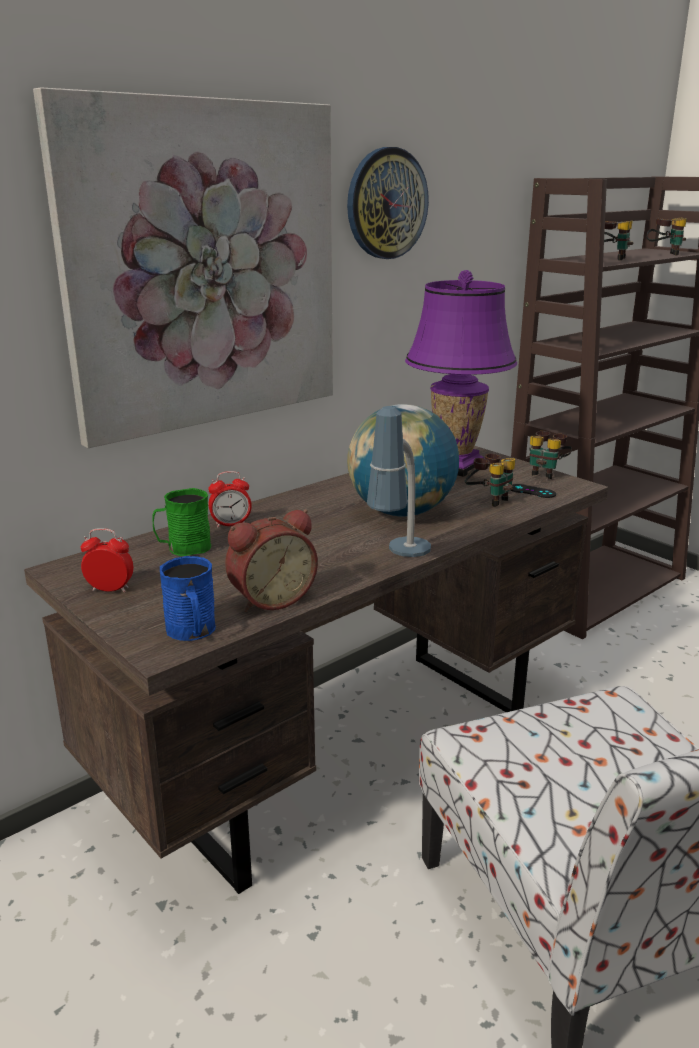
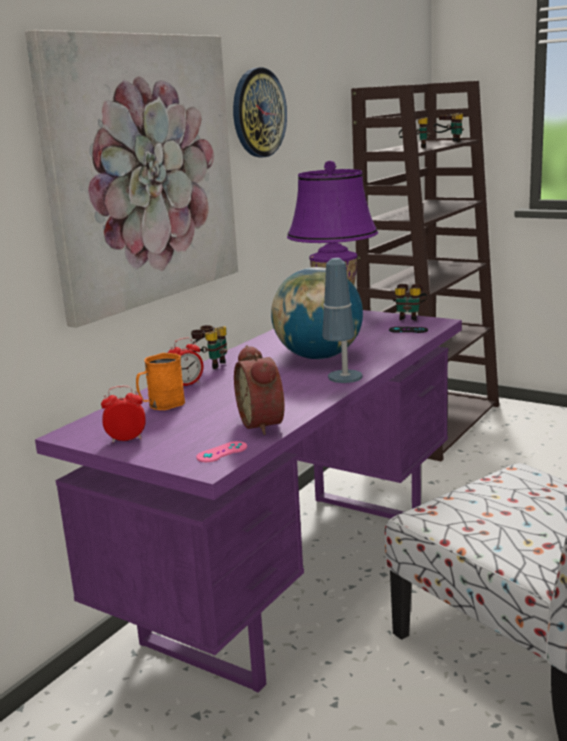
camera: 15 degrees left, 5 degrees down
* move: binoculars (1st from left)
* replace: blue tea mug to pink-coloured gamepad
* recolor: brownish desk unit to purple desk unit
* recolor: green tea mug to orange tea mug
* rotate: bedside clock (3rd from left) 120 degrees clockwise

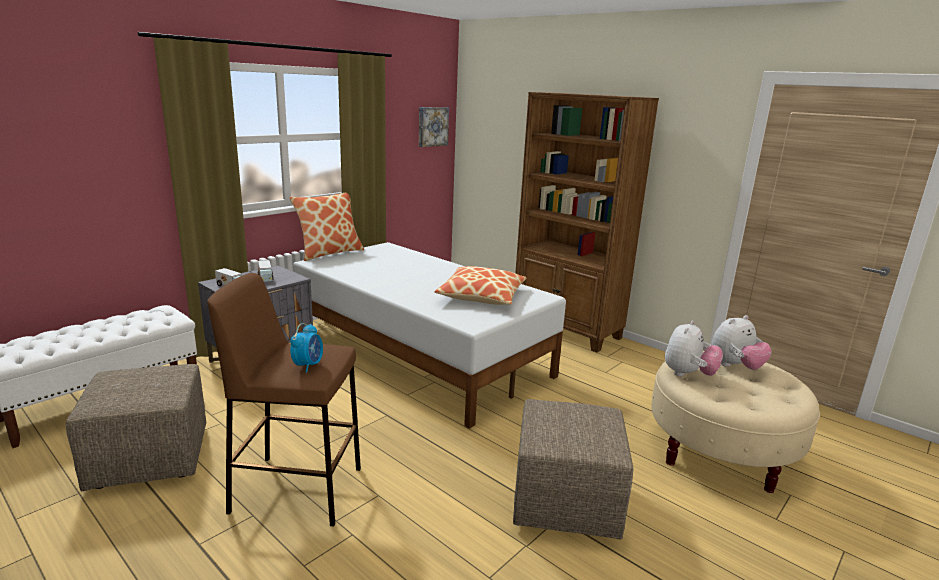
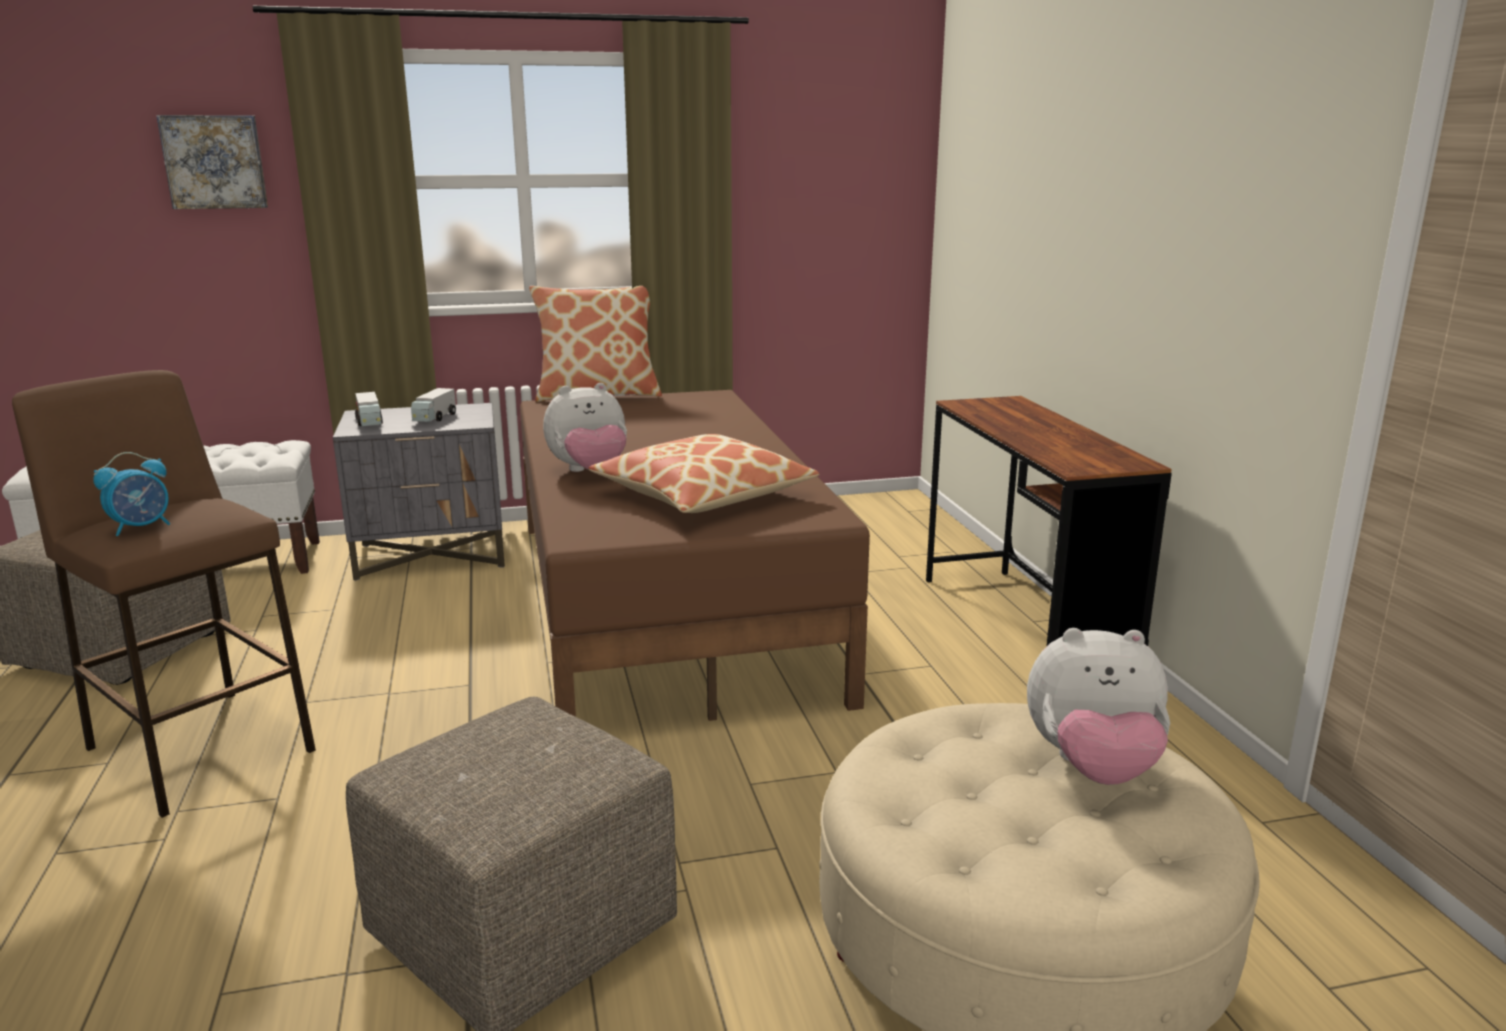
camera: 35 degrees right, 0 degrees up
* move: wall picture
* move: soft toy (1st from left)
* replace: brownish bookshelf to brownish desk unit
* recolor: white-coloured bedroom bed to brownish bedroom bed

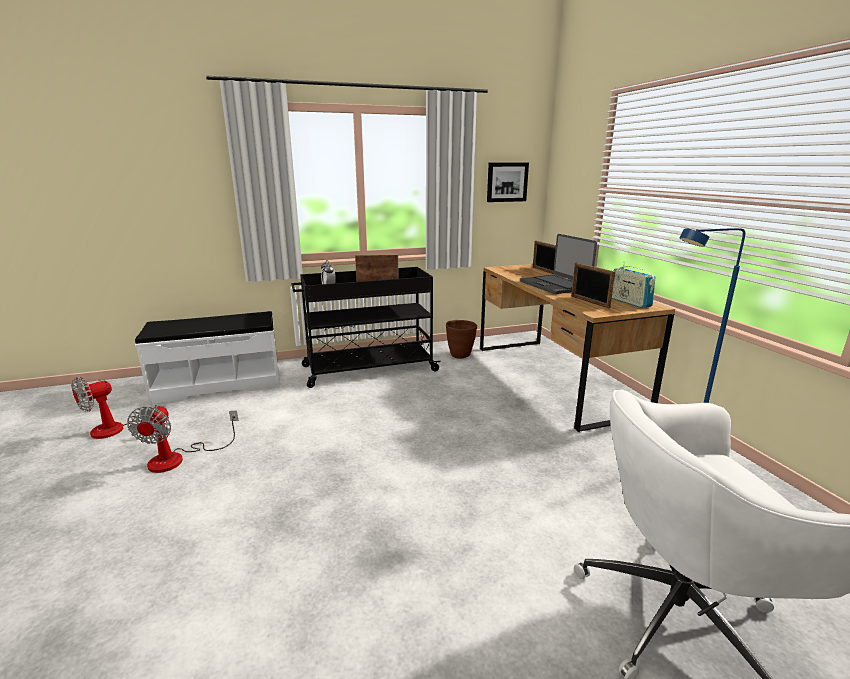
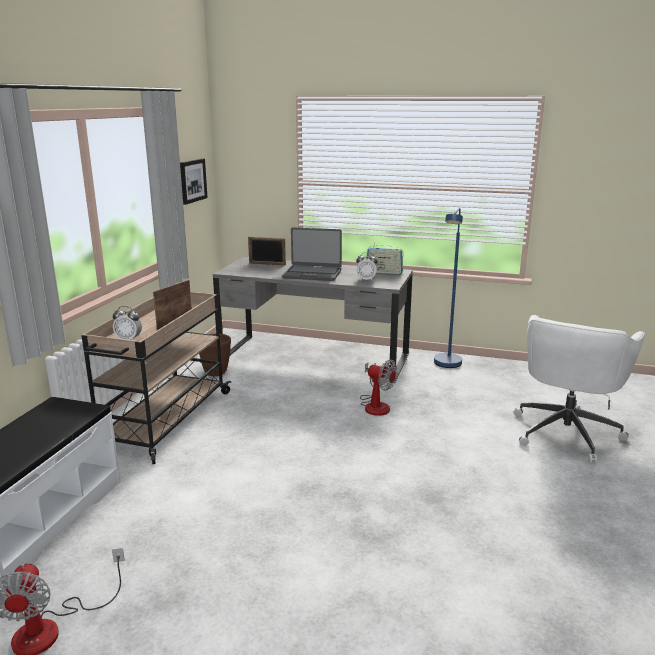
camera: 55 degrees left, 0 degrees up
* move: electric fan (2nd from left)
* replace: photo frame (3rd from left) to bedside clock (2nd from left)
* recolor: black-coloured cart to beige-coloured cart
* recolor: brownish desk unit to greyish desk unit

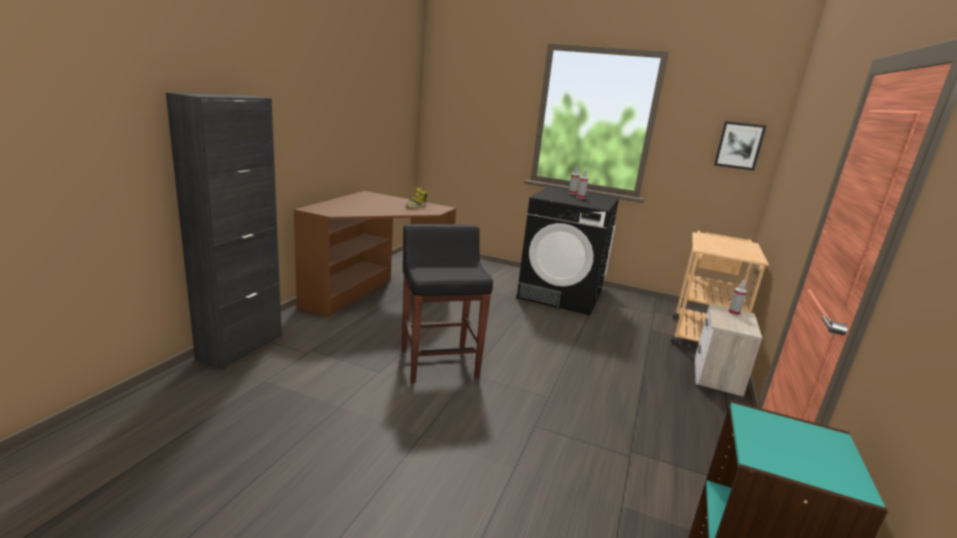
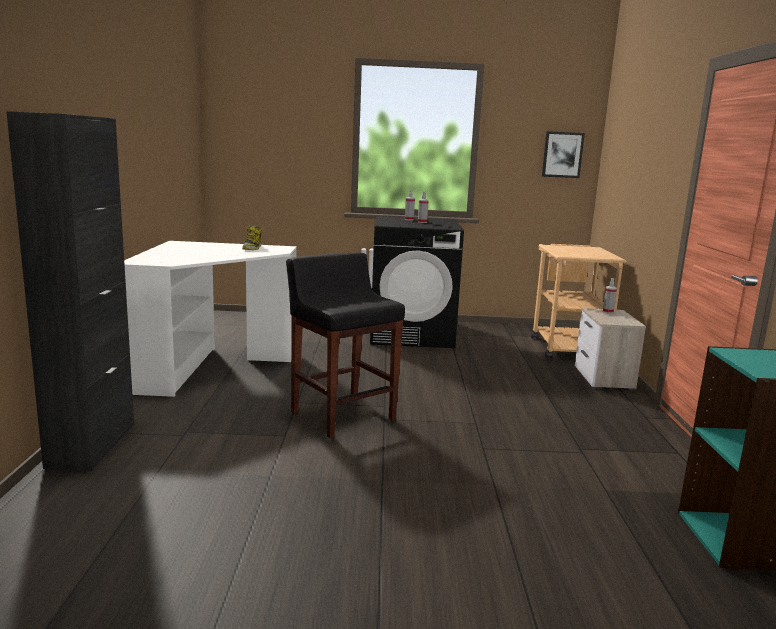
camera: 20 degrees left, 5 degrees down
* recolor: brownish desk unit to white-coloured desk unit

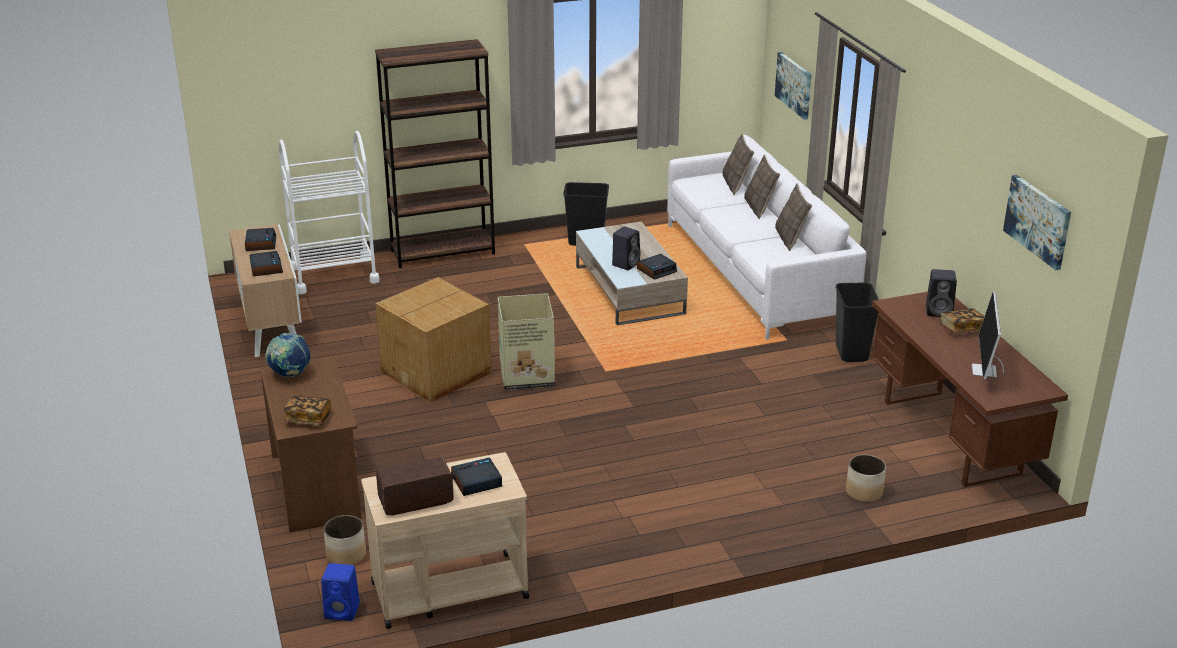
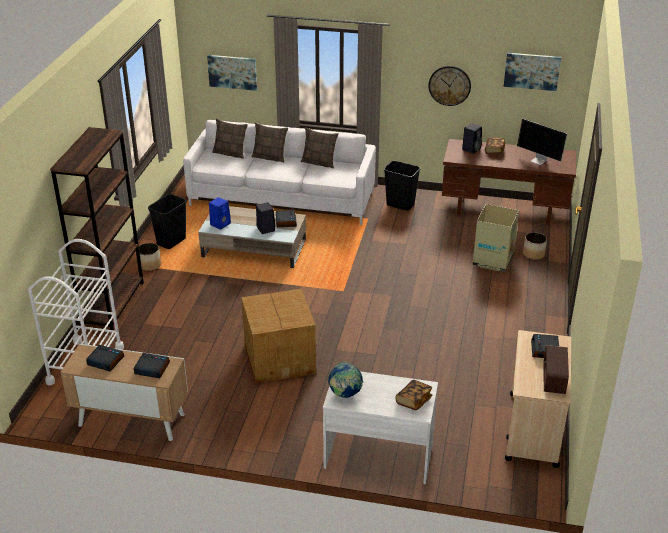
camera: 60 degrees left, 5 degrees up
* insert: hanging clock
* move: blue speaker
* move: flower pot (1st from left)
* move: cardboard box (2nd from left)
* recolor: brownish desk unit (1st from left) to white-coloured desk unit

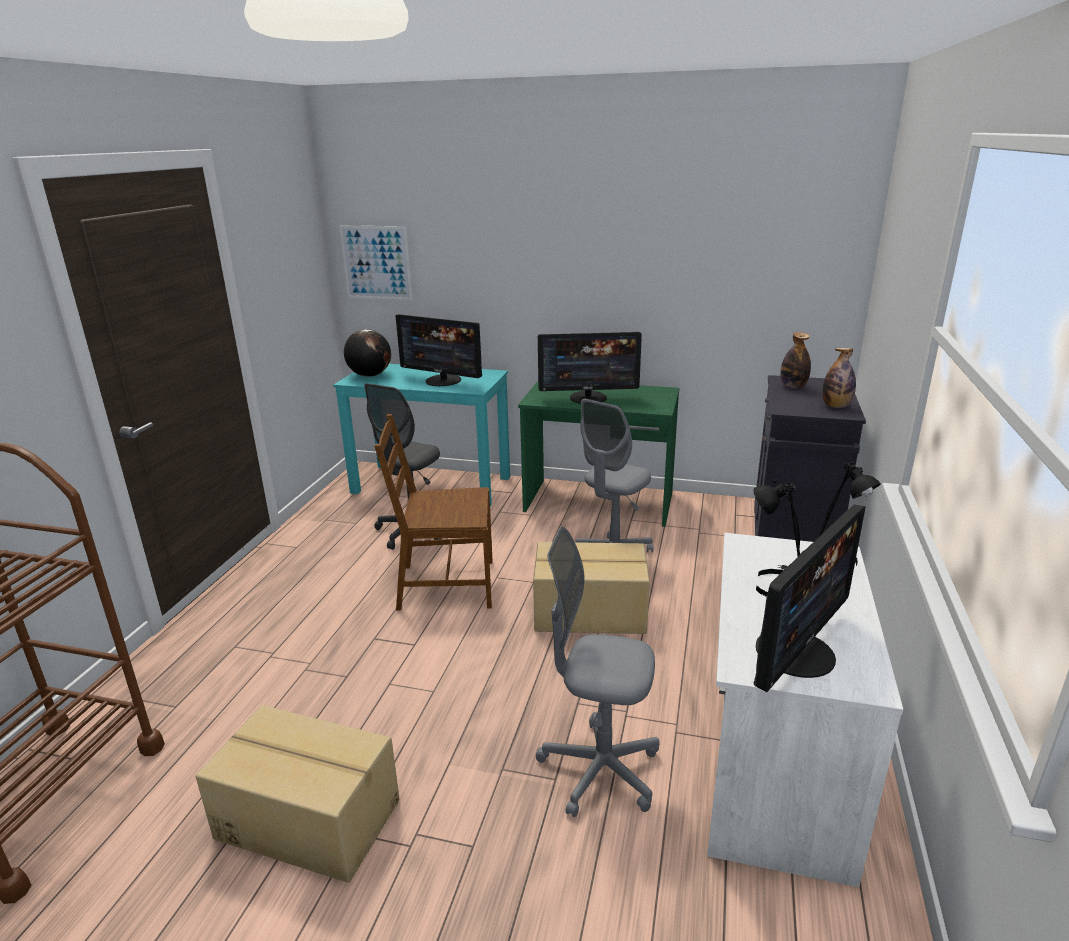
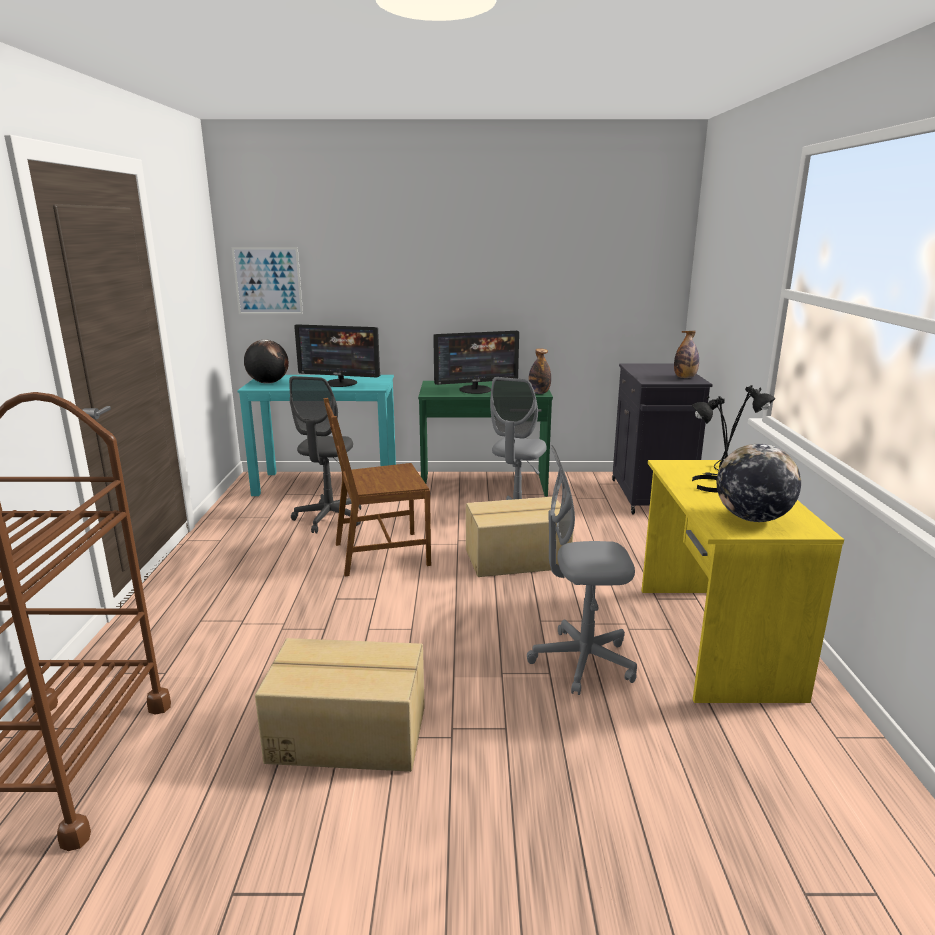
camera: 15 degrees left, 5 degrees down
* move: bottle (1st from left)
* replace: computer screen (3rd from left) to desk globe (2nd from left)
* recolor: white-coloured desk unit to yellowish desk unit

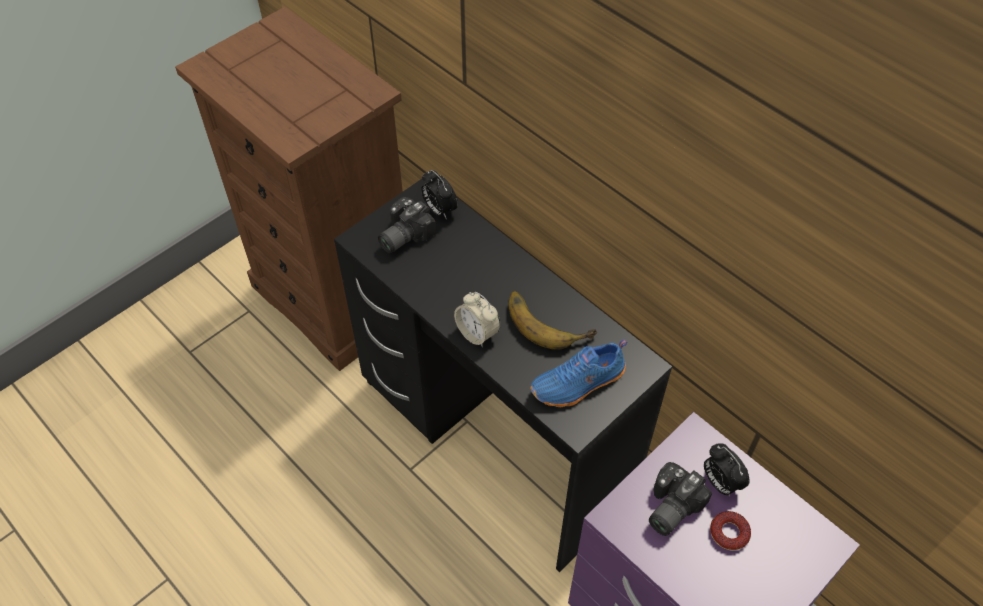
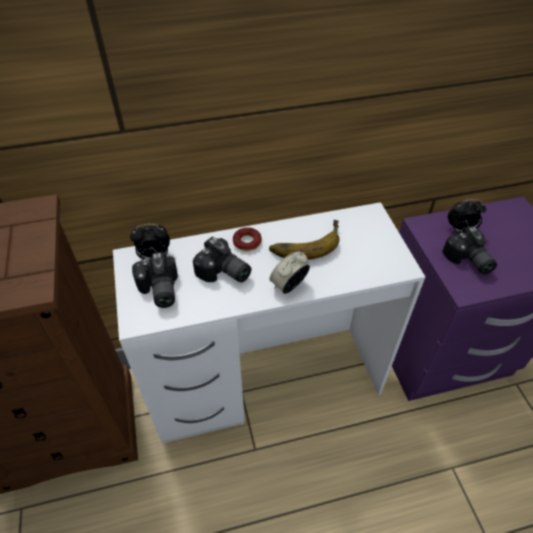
camera: 60 degrees left, 5 degrees down
* delete: blue low shoe
* insert: still camera (2nd from left)
* move: doughnut
* recolor: black-coloured desk unit to white-coloured desk unit
* rotate: bedside clock (2nd from left) 150 degrees clockwise

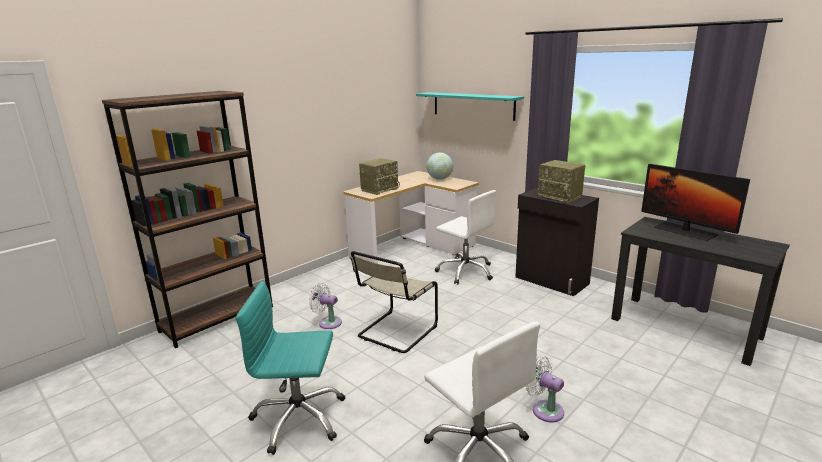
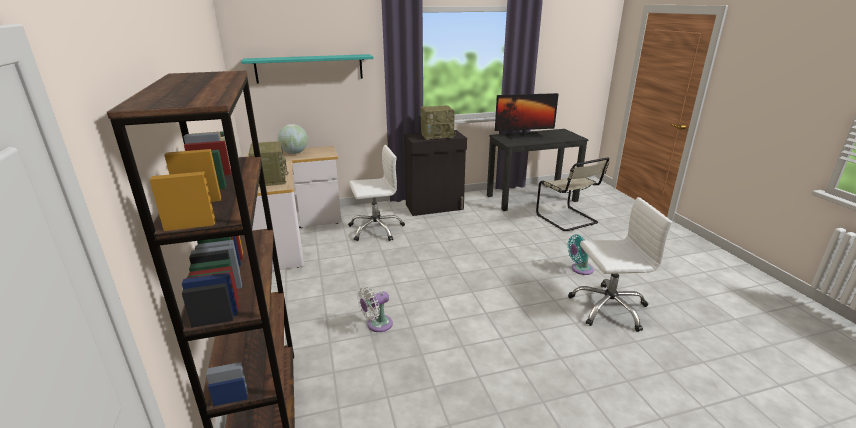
camera: 60 degrees left, 5 degrees up
* delete: turquoise desk chair
* move: beige-coloured chair
* recolor: white-coloured electric fan (2nd from left) to turquoise electric fan

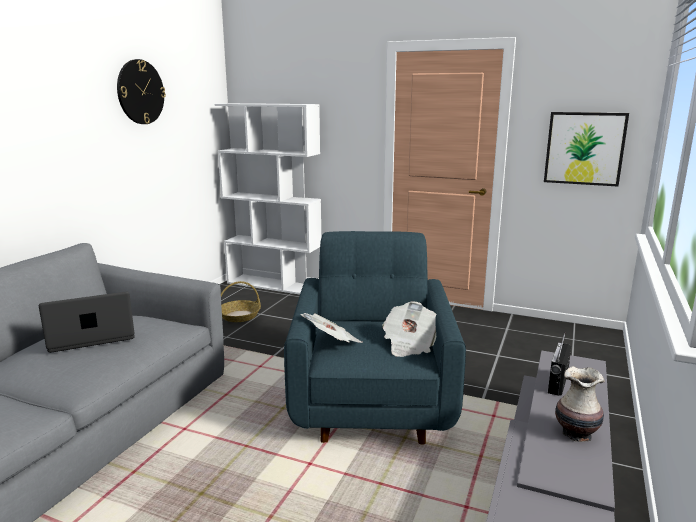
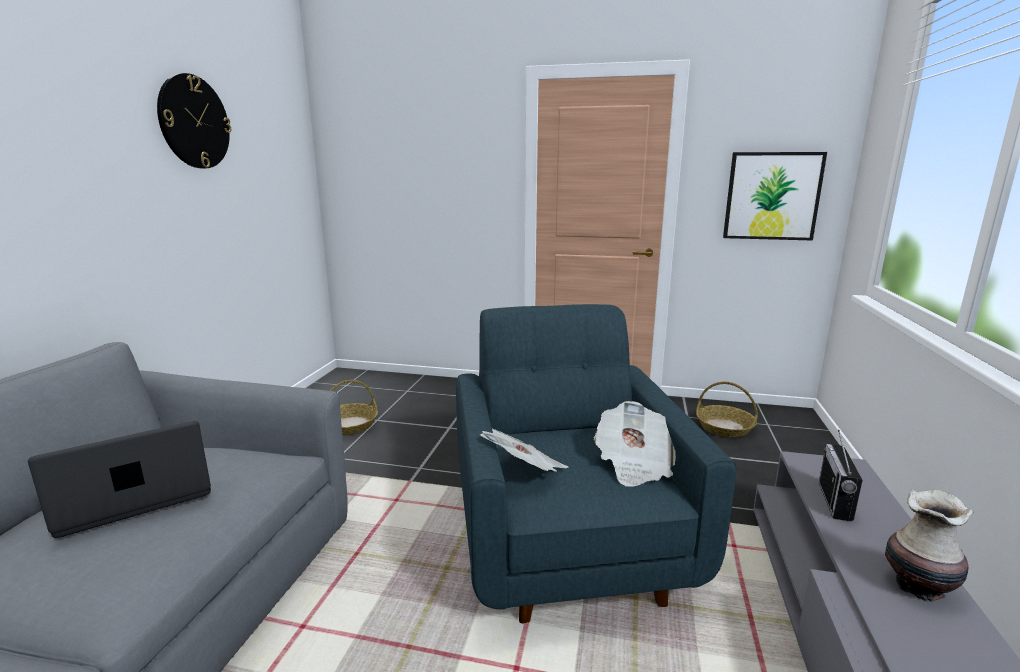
camera: 10 degrees left, 0 degrees up
* delete: white-coloured bookshelf
* insert: basket (2nd from left)

